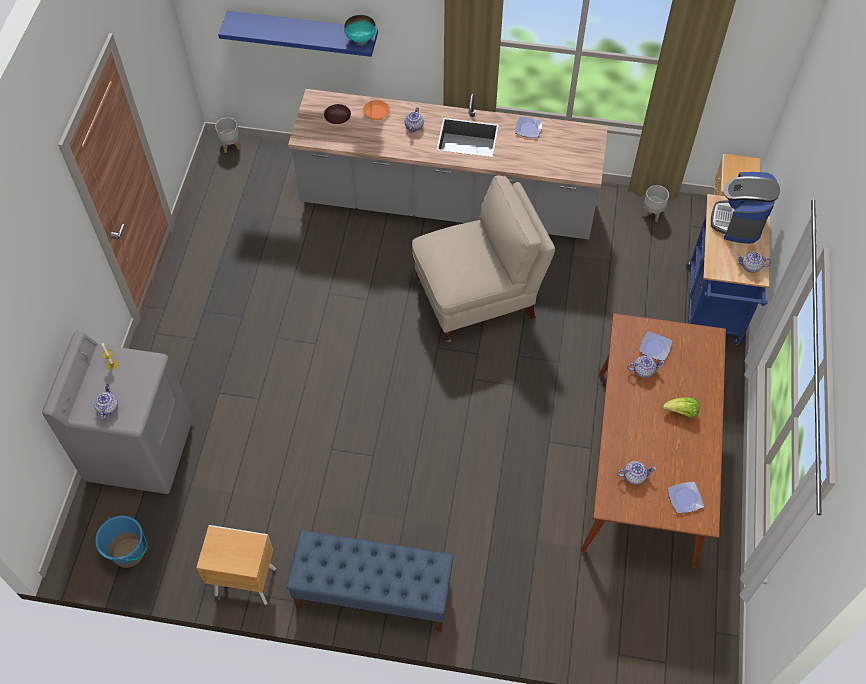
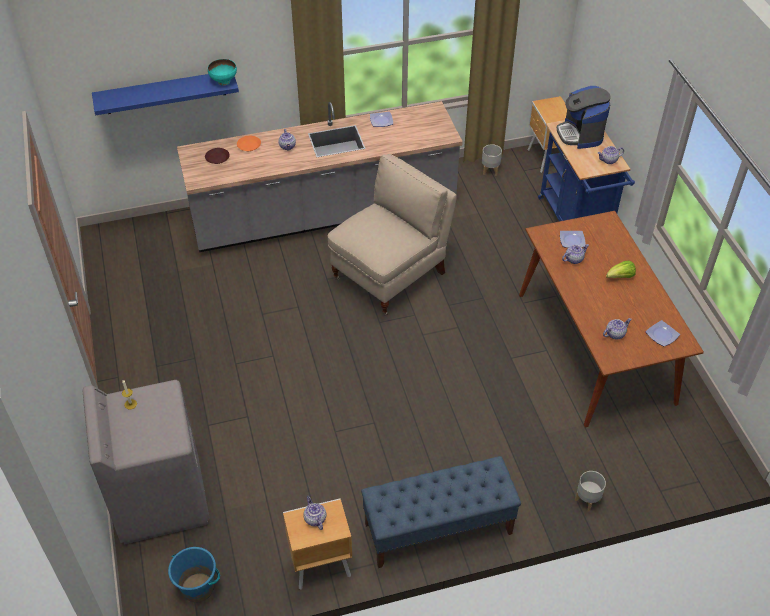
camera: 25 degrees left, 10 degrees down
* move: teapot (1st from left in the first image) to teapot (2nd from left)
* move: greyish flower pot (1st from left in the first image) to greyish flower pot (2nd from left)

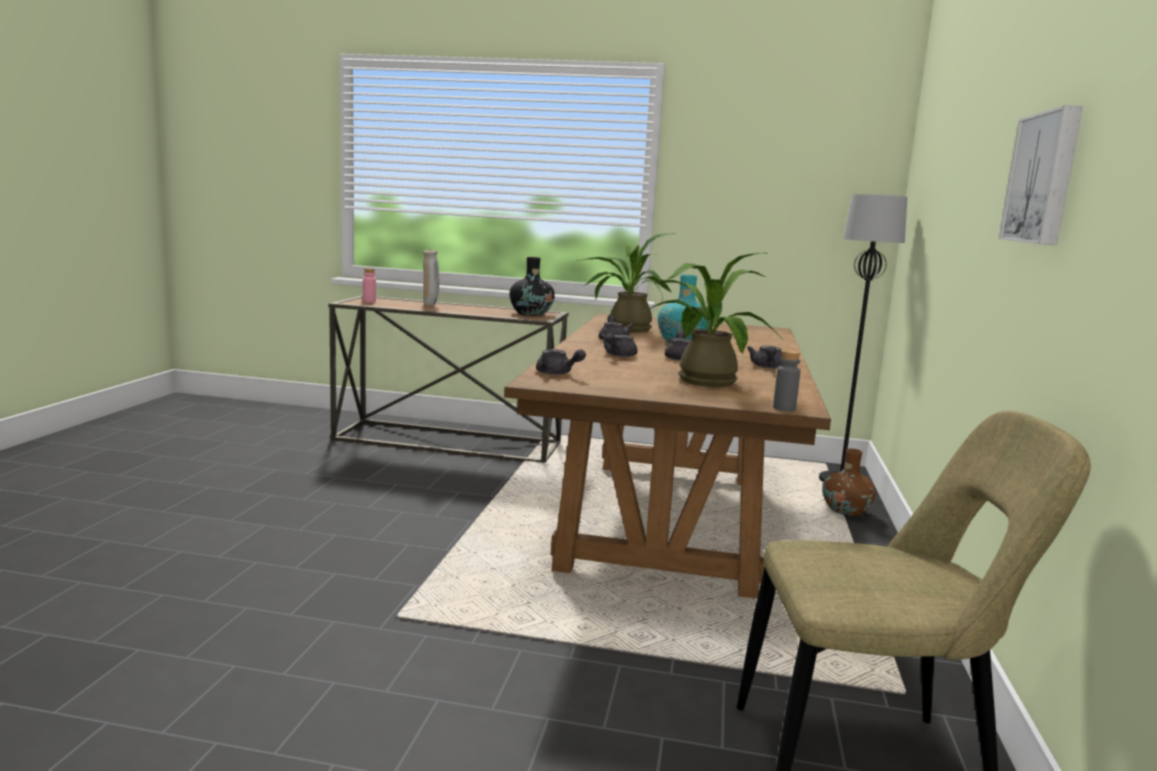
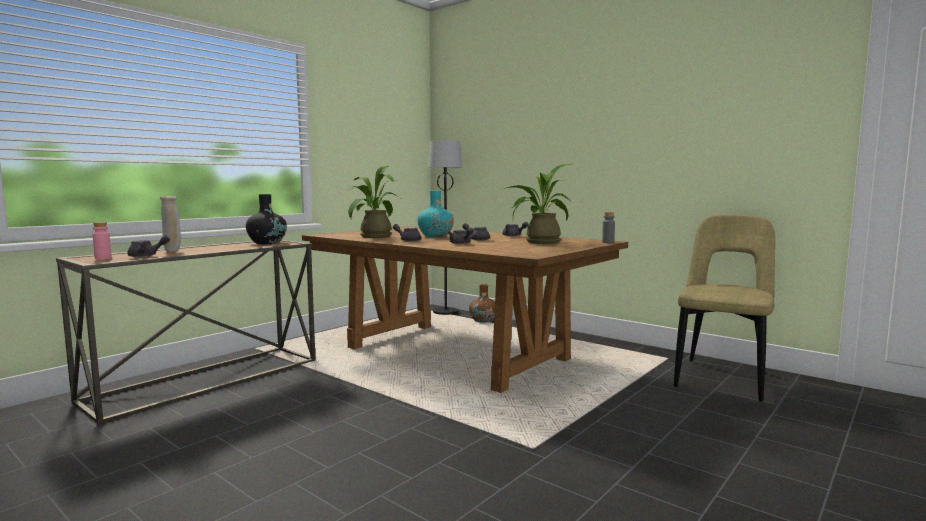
camera: 60 degrees left, 5 degrees down
* delete: wall picture
* move: greyish teapot (1st from left)

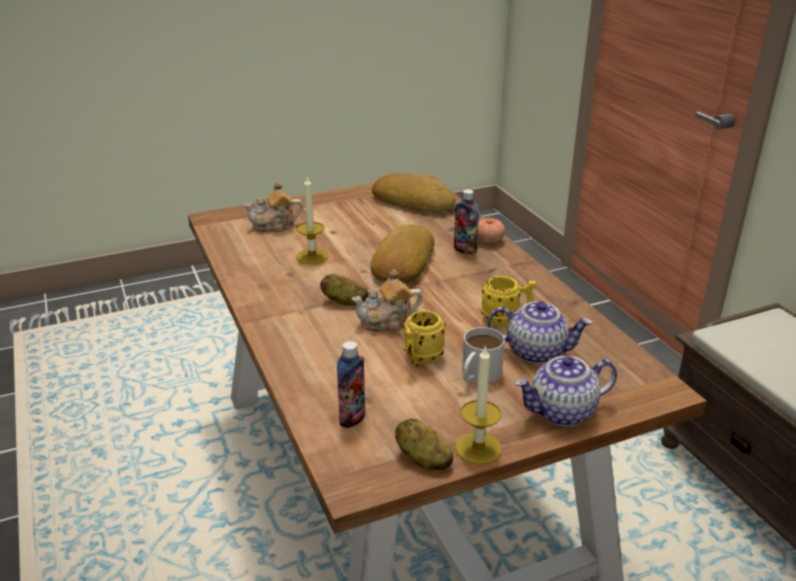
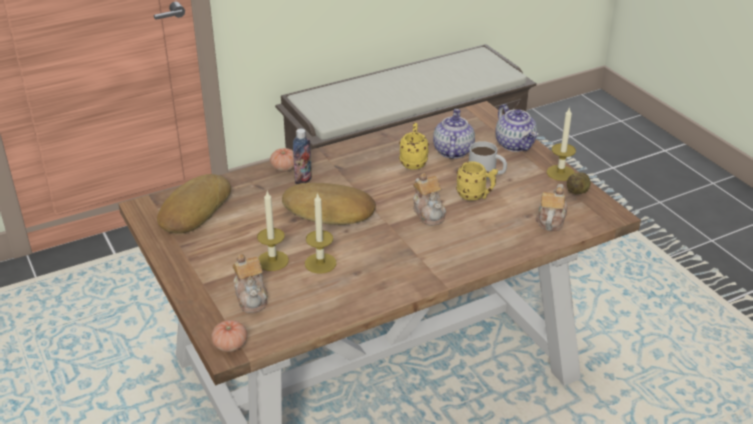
camera: 95 degrees left, 5 degrees up
* delete: whole potato (1st from left)
* insert: tomato (1st from left)
* insert: candle (1st from left)
* replace: bottle (1st from left) to teapot (5th from left)

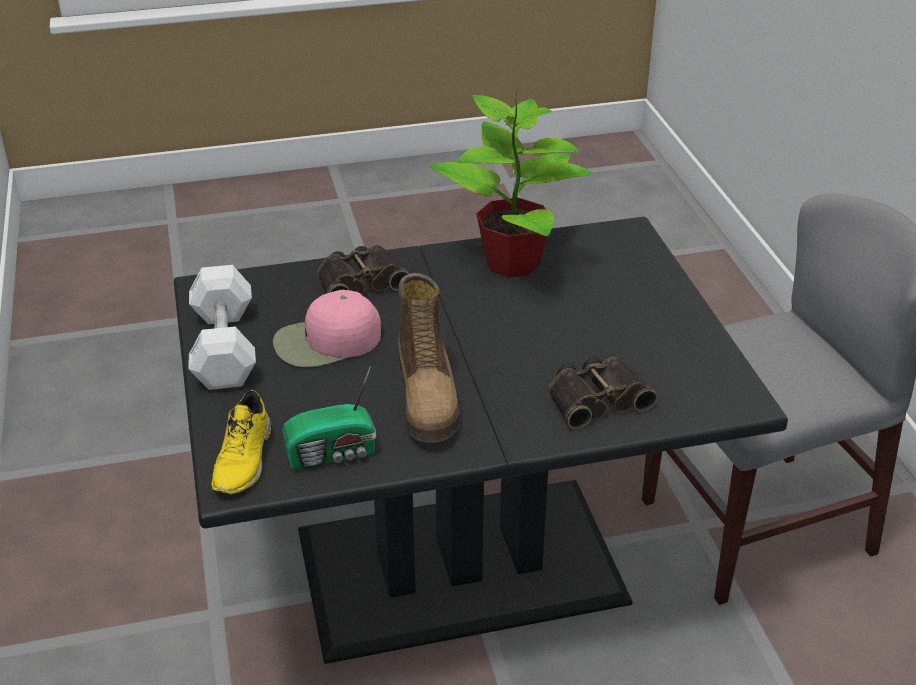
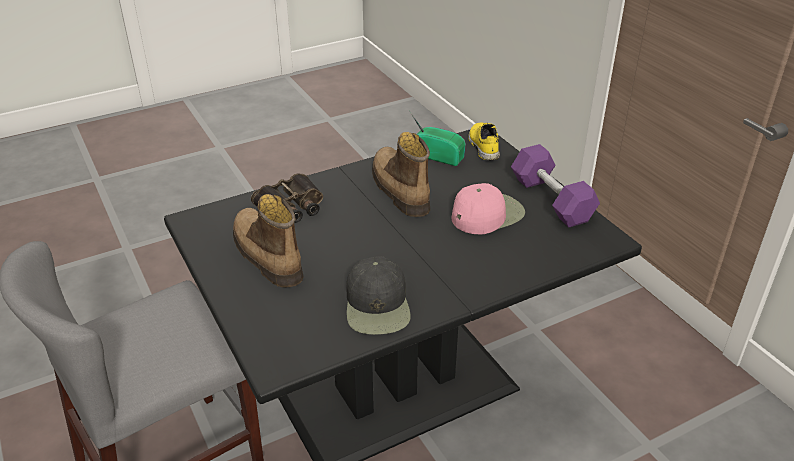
camera: 165 degrees right, 0 degrees up
* delete: binoculars (1st from left)
* insert: high-top boot (1st from left)
* replace: plant in a pot to black-coloured peaked cap
* recolor: white-coloured hand weight to purple hand weight
* rotate: radio set 60 degrees clockwise

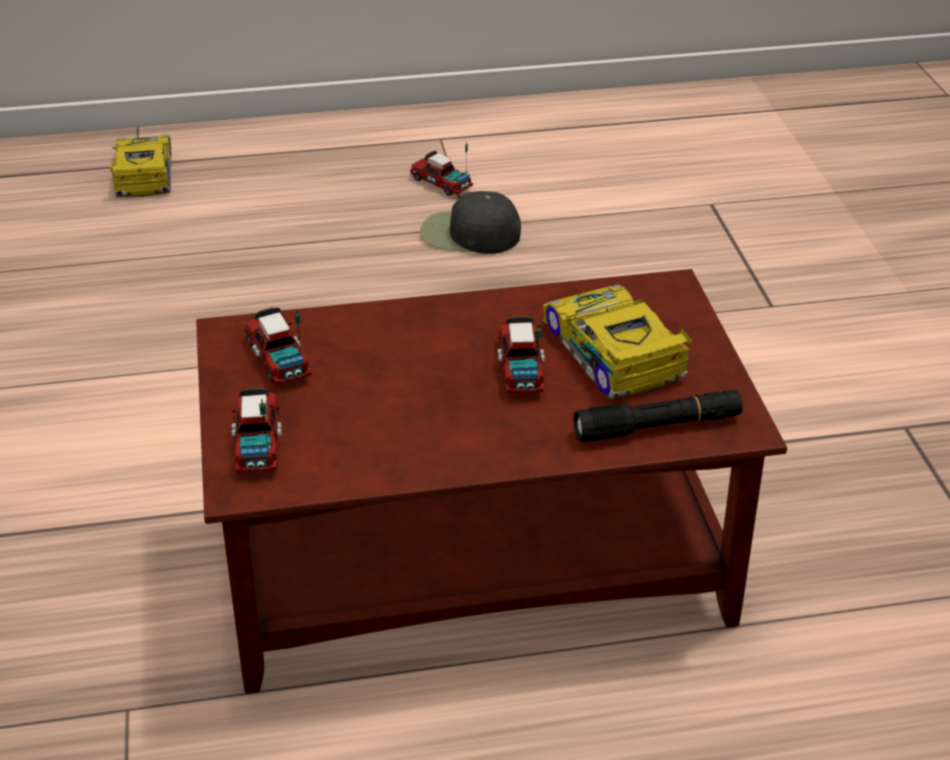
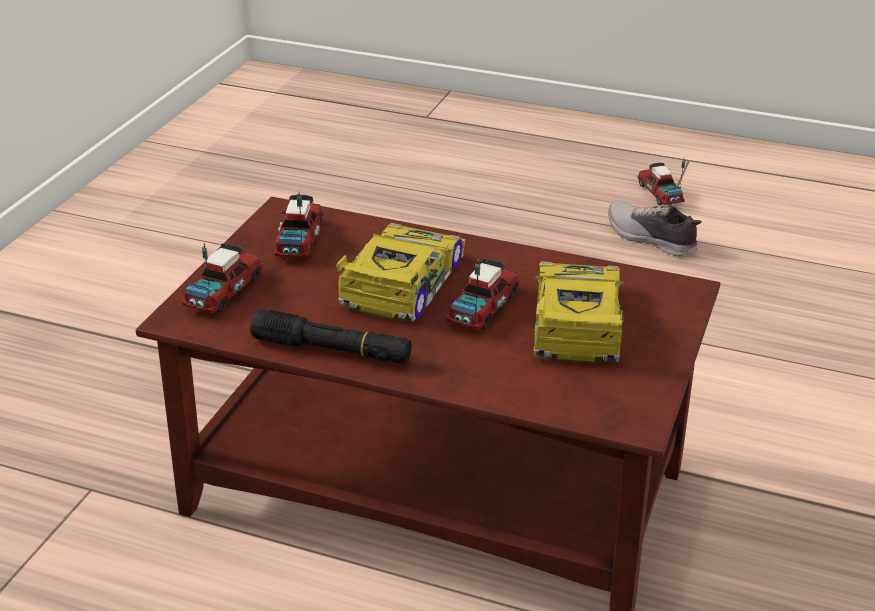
camera: 30 degrees right, 5 degrees down
* move: model car (1st from left)
* move: black-coloured hand torch
* replace: black-coloured peaked cap to low shoe

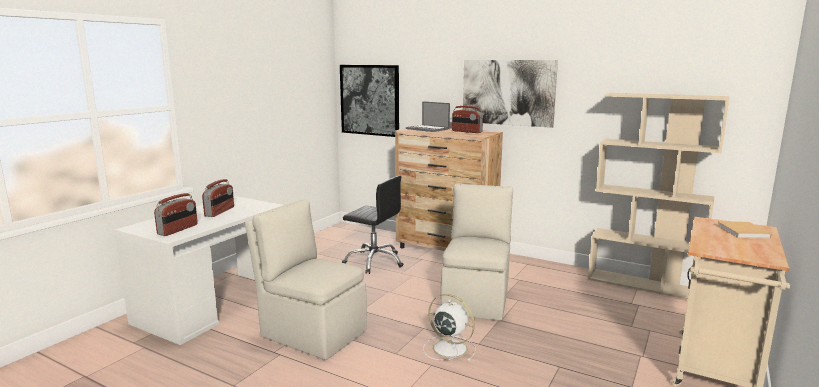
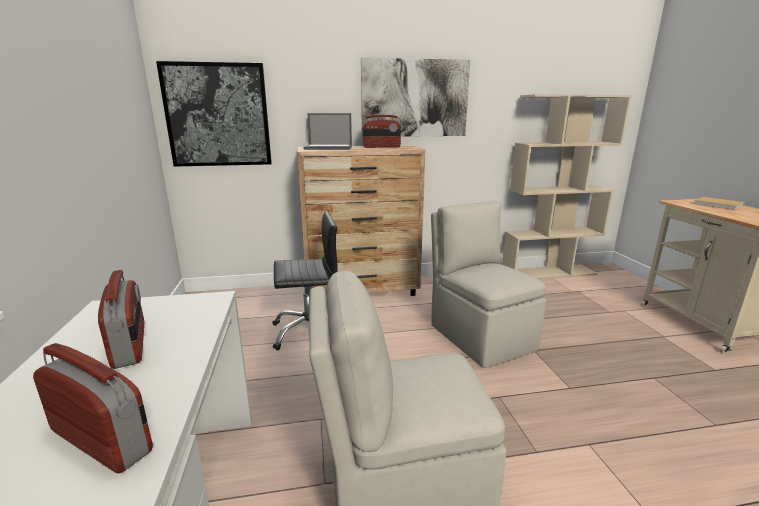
camera: 40 degrees left, 5 degrees up
* delete: white-coloured electric fan
* rotate: radio set (1st from left) 45 degrees counterclockwise

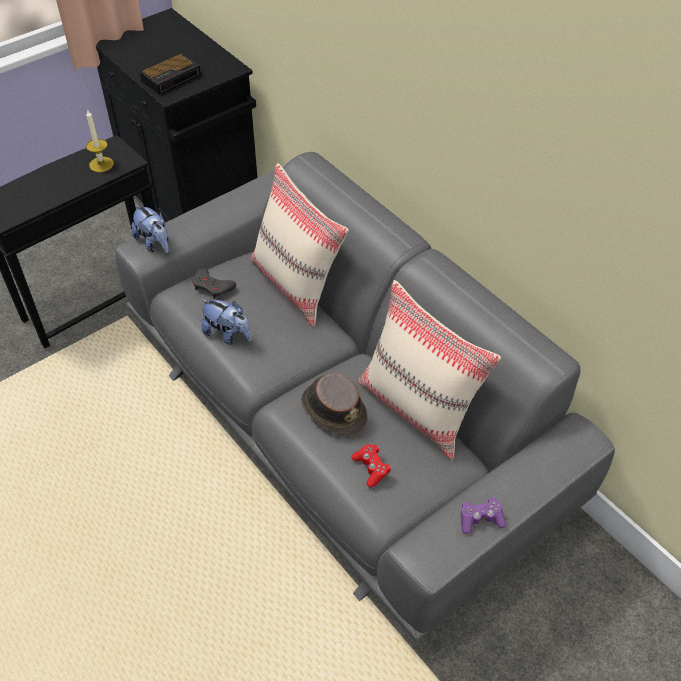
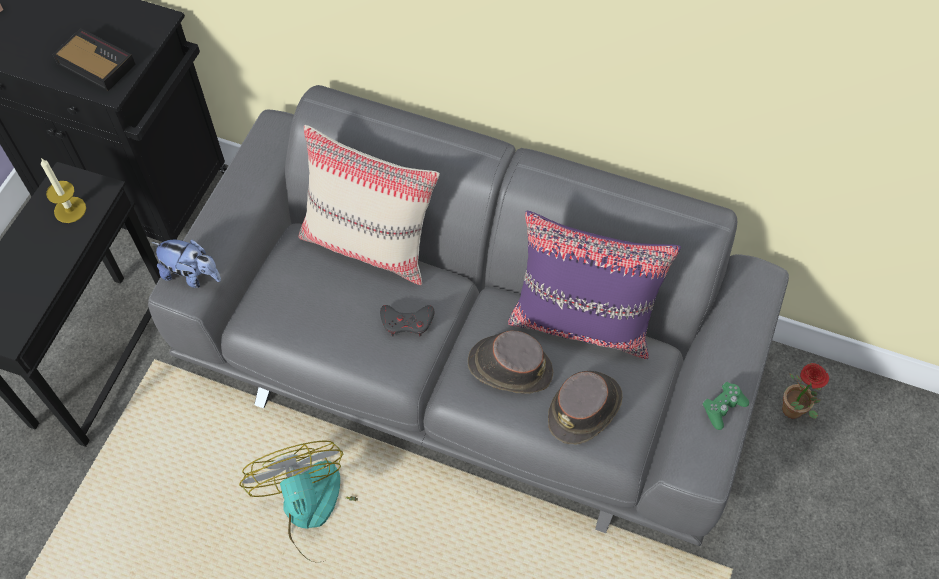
camera: 30 degrees left, 10 degrees up
* delete: soft toy (2nd from left)
* insert: electric fan
* insert: plant in a pot
* move: greyish gamepad
* replace: red-coloured gamepad to brownish clothing hat (2nd from left)
* recolor: beige-coloured throw pillow (2nd from left) to purple throw pillow
* recolor: purple gamepad to green gamepad
* rotate: bedside clock 75 degrees counterclockwise

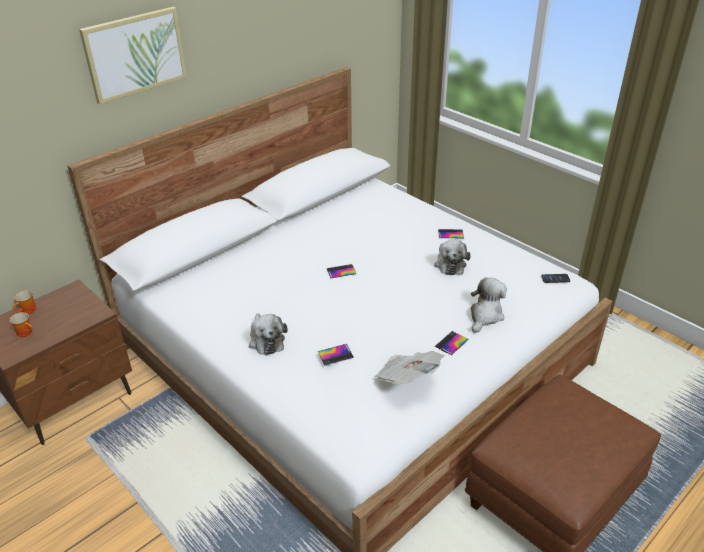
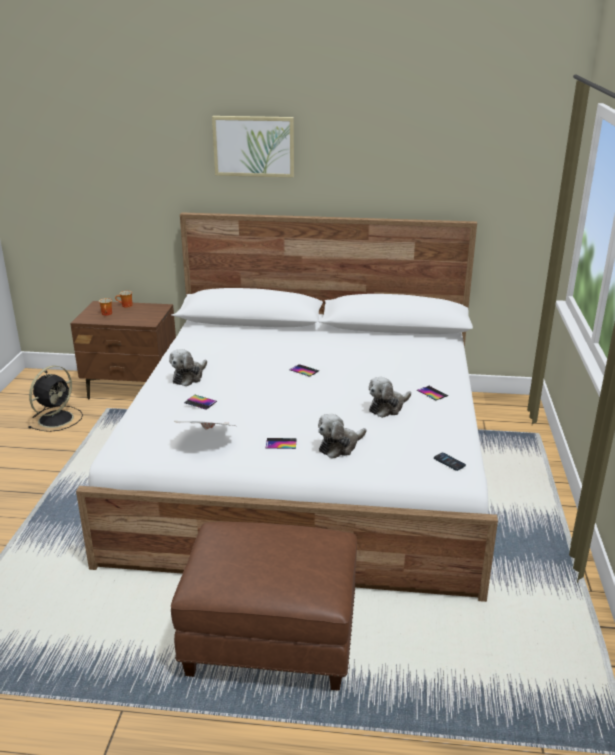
camera: 50 degrees right, 10 degrees down
* insert: black-coloured electric fan
* rotate: soft toy (3rd from left in the first image) 150 degrees clockwise

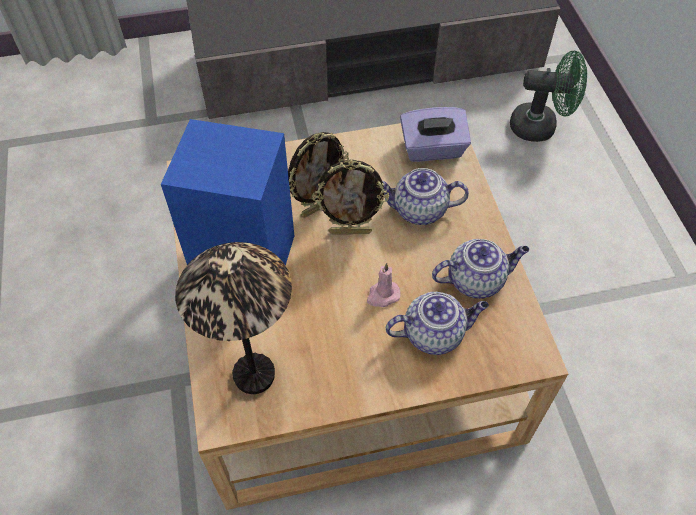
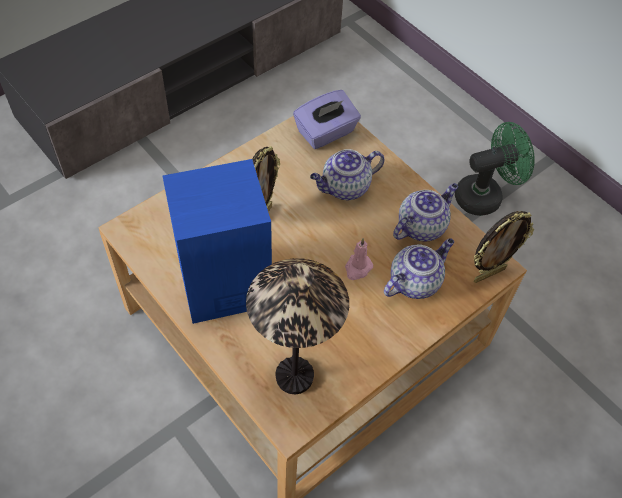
camera: 30 degrees left, 0 degrees up
* move: photo frame (2nd from left)
* move: green electric fan

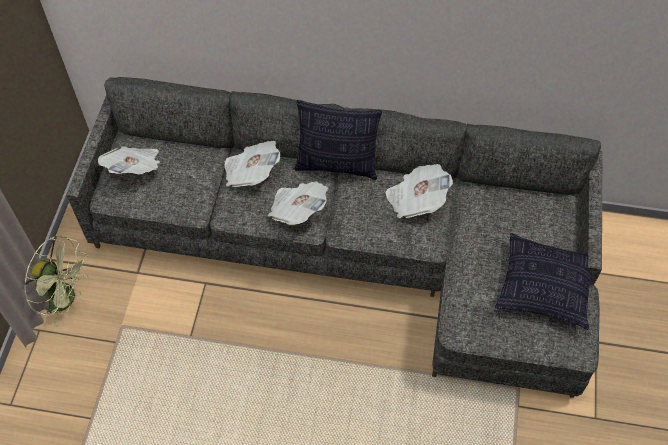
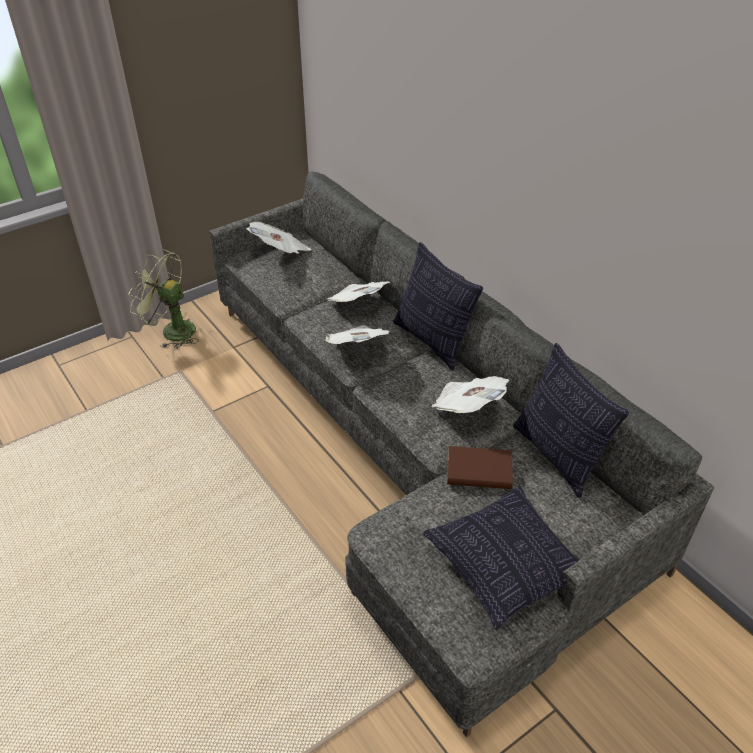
camera: 45 degrees right, 15 degrees down
* insert: brownish volume
* insert: throw pillow (3rd from left)
* rotate: green electric fan 135 degrees clockwise

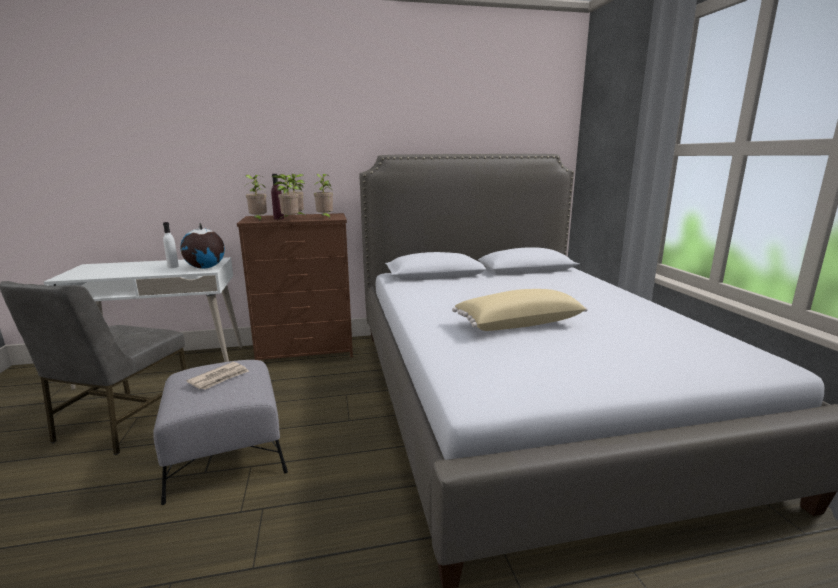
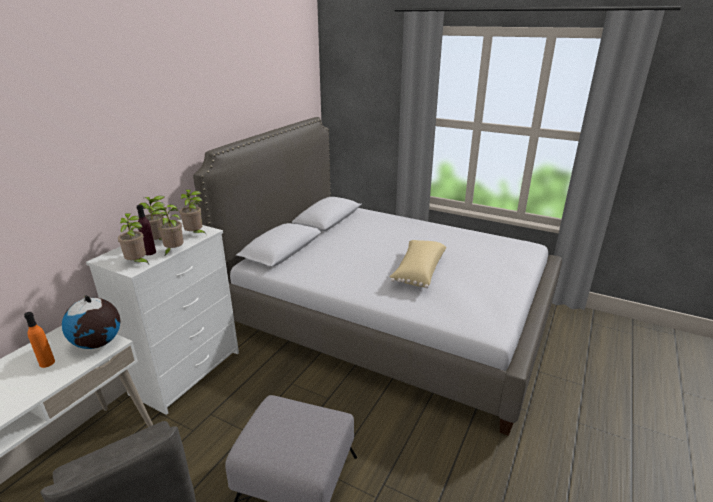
camera: 50 degrees left, 10 degrees up
* delete: printed paper
* recolor: white-coloured bottle to orange bottle
* recolor: brownish chest of drawers to white-coloured chest of drawers

